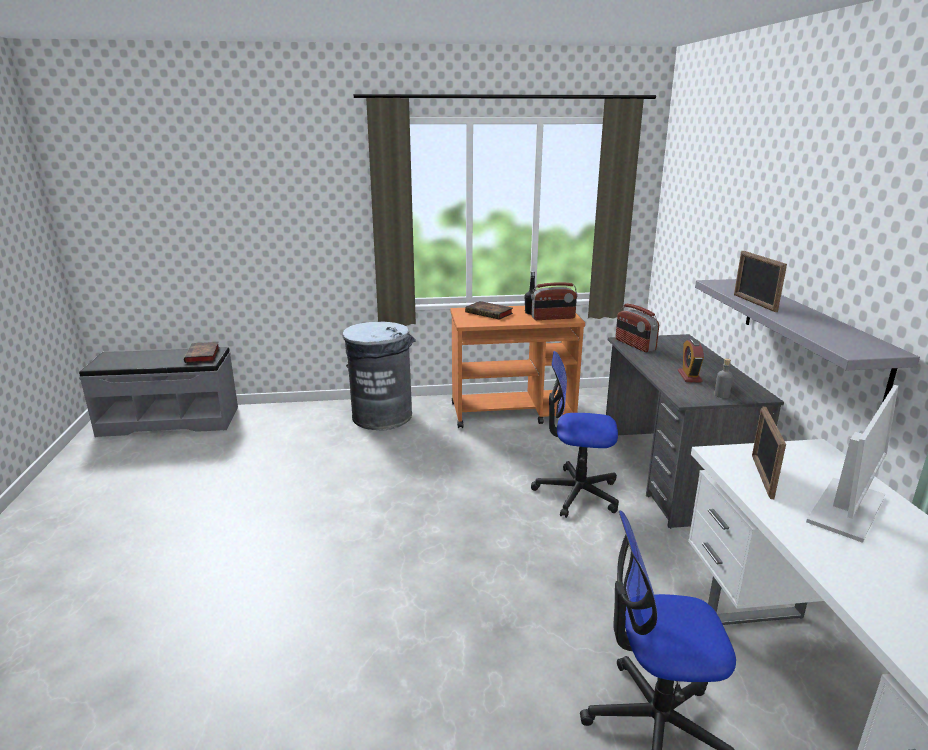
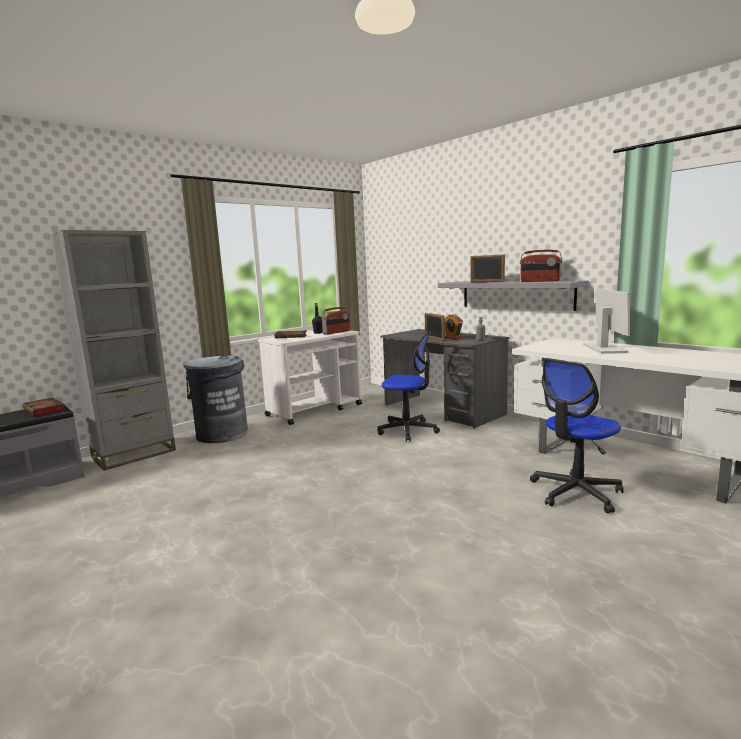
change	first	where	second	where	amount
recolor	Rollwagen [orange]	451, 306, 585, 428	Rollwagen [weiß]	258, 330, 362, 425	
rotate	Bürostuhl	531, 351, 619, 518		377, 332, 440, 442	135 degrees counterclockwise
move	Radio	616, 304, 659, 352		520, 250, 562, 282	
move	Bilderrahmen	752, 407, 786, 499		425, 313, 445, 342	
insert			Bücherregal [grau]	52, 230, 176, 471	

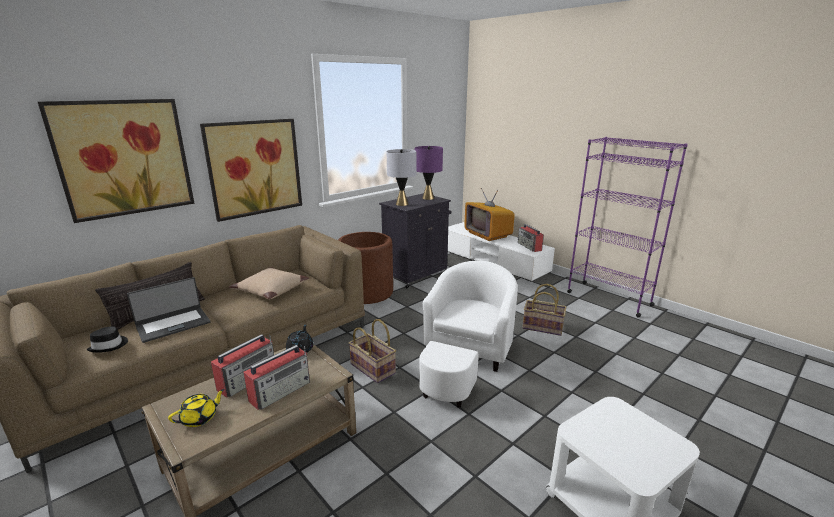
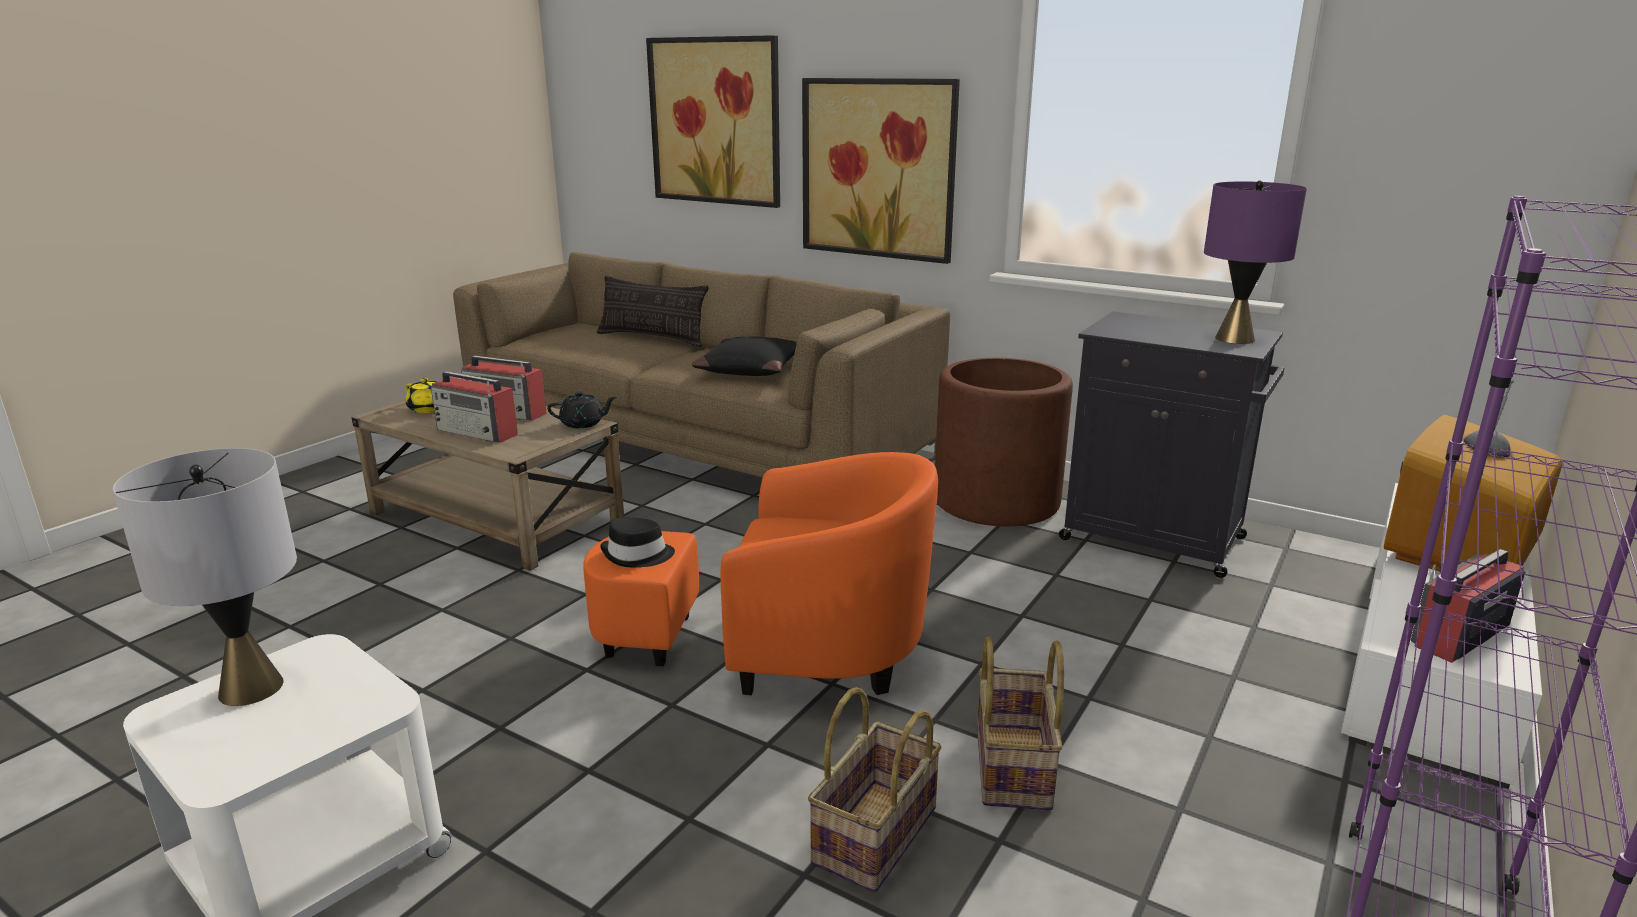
change	first	where	second	where	amount
move	Hut [schwarz]	86, 326, 128, 353		600, 517, 675, 567	
delete	Laptop	127, 277, 210, 343			
recolor	Kissen [beige]	229, 267, 309, 300	Kissen [schwarz]	692, 336, 797, 376	
move	Korb	349, 319, 396, 383		808, 687, 941, 892	
move	Tischlampe [grau]	386, 149, 416, 206		113, 448, 297, 706	
recolor	Sessel [weiß]	419, 261, 518, 407	Sessel [orange]	583, 452, 938, 695	

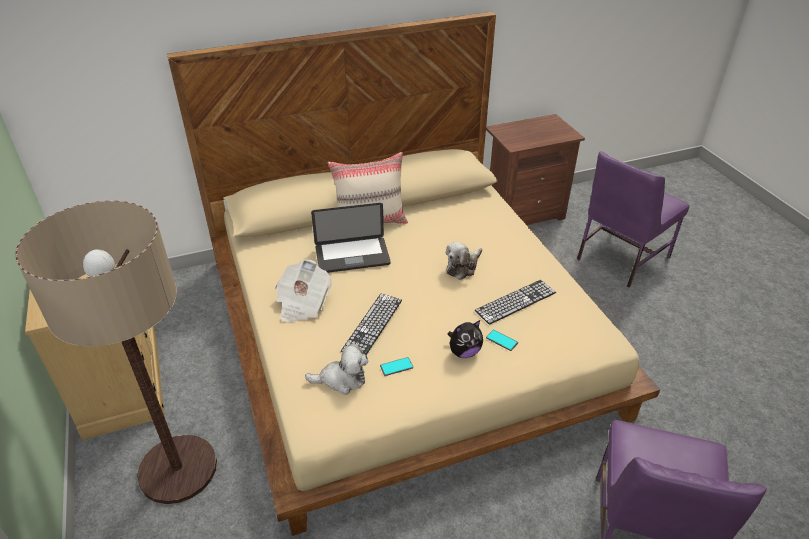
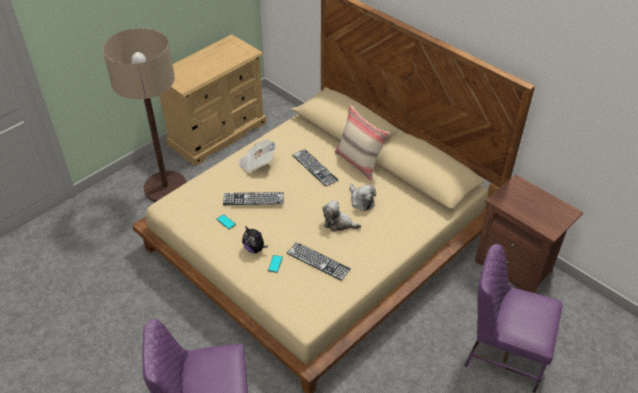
change	first	where	second	where	amount
move	Plüschtier	305, 344, 368, 395		350, 184, 376, 211	
replace	Laptop	311, 203, 391, 273	Tastatur	292, 149, 338, 186	

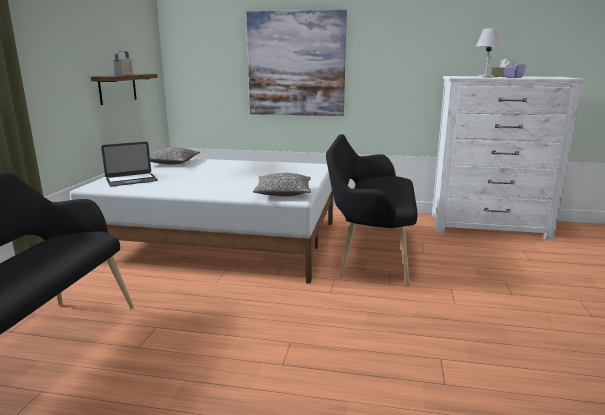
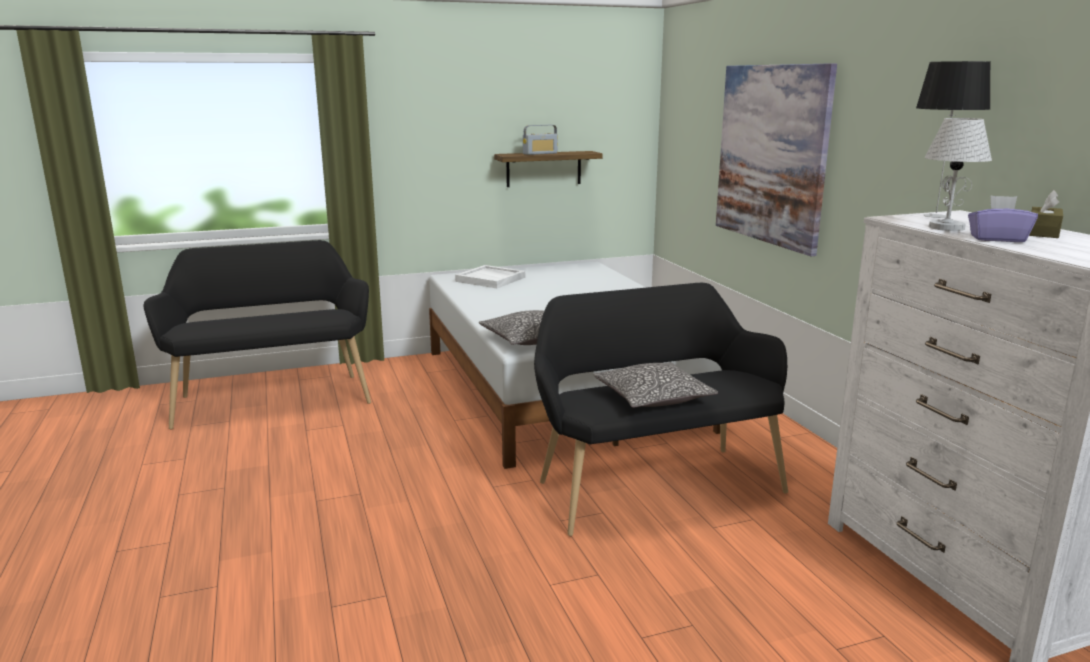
change	first	where	second	where	amount
replace	Laptop	101, 142, 158, 186	Tablett [weiß]	455, 265, 525, 288	
move	Kissen	150, 147, 200, 165		593, 362, 718, 408	
insert			Tischlampe	916, 61, 990, 218	

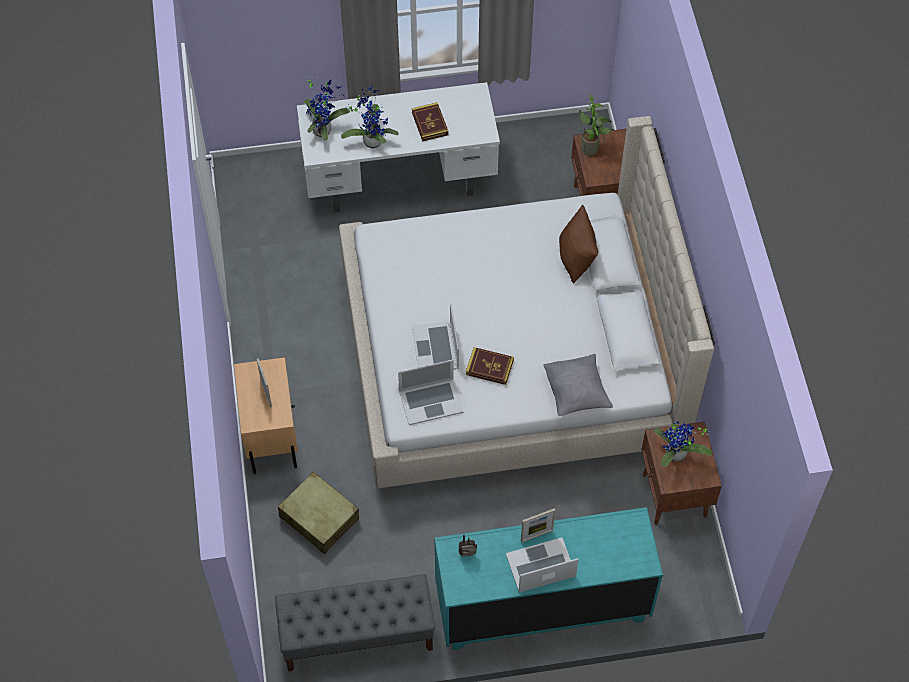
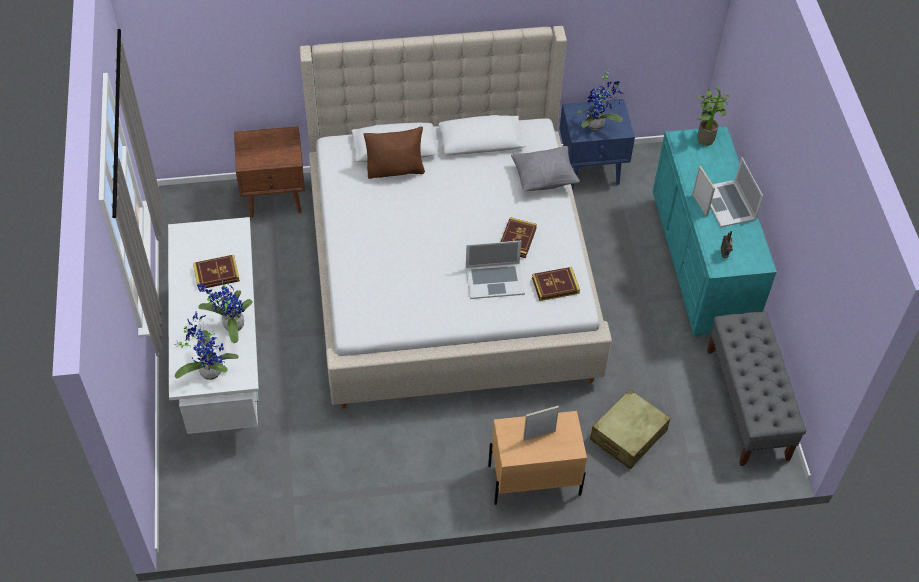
change	first	where	second	where	amount
replace	Laptop	398, 360, 464, 425	Buch	532, 267, 580, 301	
move	Topfpflanze	579, 94, 614, 156		696, 87, 728, 146	
recolor	Nachttisch [braun]	642, 421, 722, 525	Nachttisch [blau]	560, 99, 635, 189	

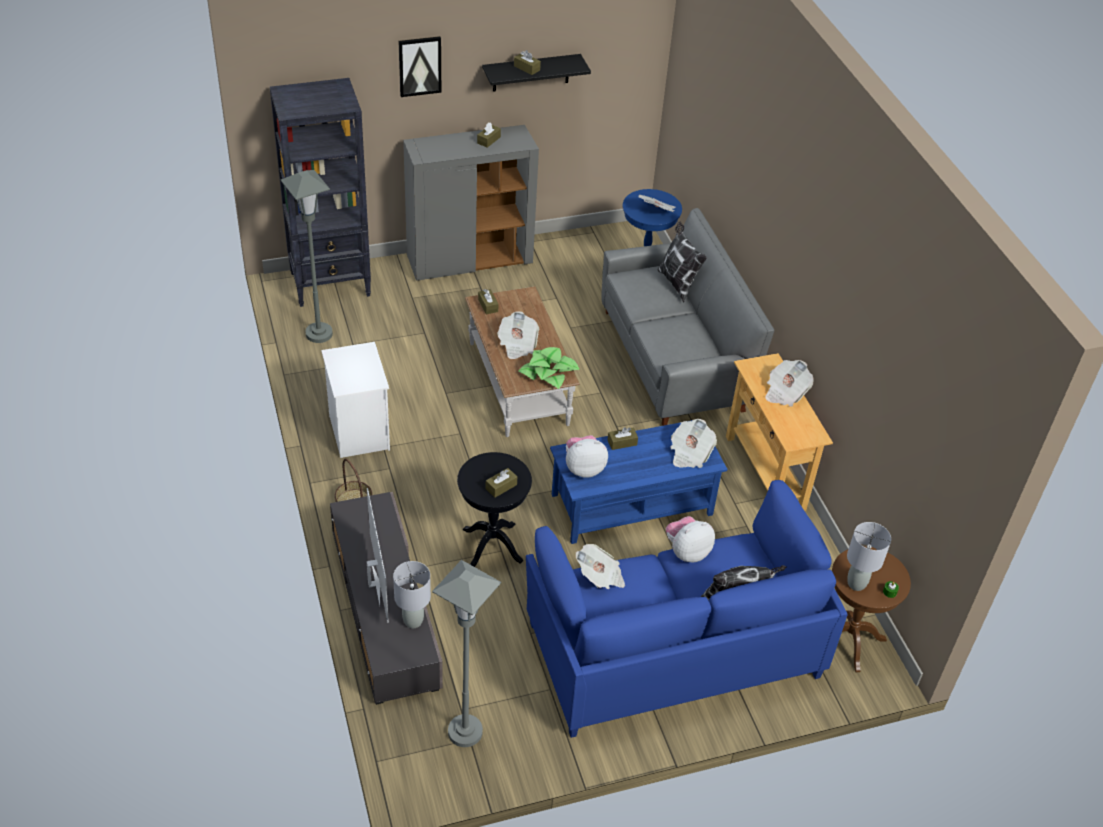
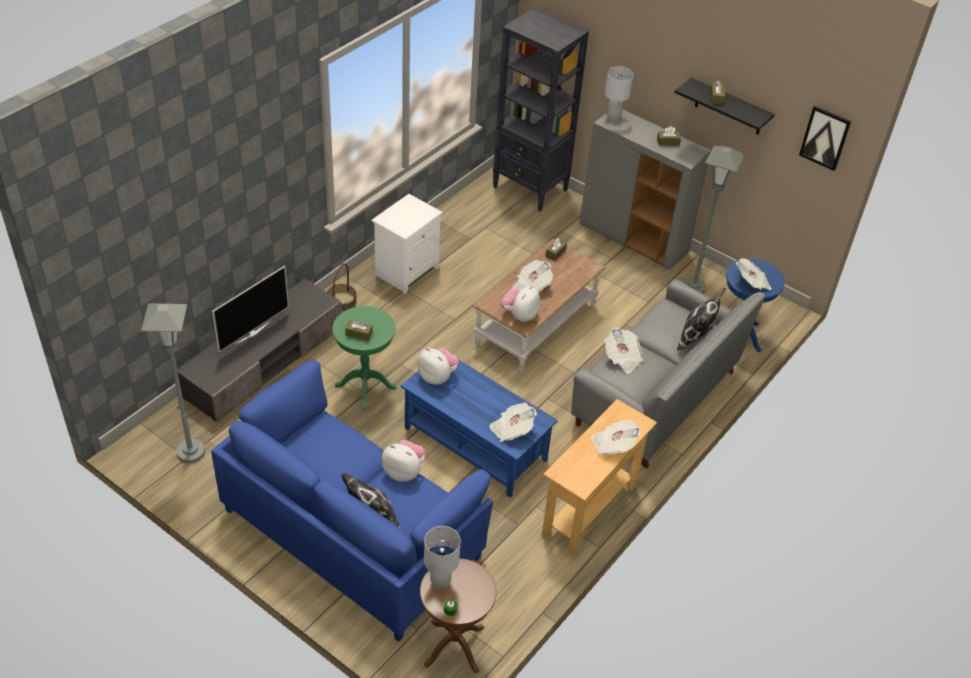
change	first	where	second	where	amount
move	Stehlampe [grau]	281, 170, 333, 343		683, 146, 745, 294	
move	Tischlampe [grau]	393, 561, 431, 628		605, 67, 633, 122	
move	Bild	399, 36, 441, 97		799, 106, 851, 171	
recolor	Beistelltisch [schwarz]	457, 452, 532, 567	Beistelltisch [grün]	332, 306, 396, 410	
replace	Topfpflanze	519, 347, 580, 389	Plüschtier	501, 285, 540, 322	
move	Zeitung	576, 544, 625, 589		605, 327, 643, 374	
delete	Taschentuchbox [braun]	607, 427, 638, 450			

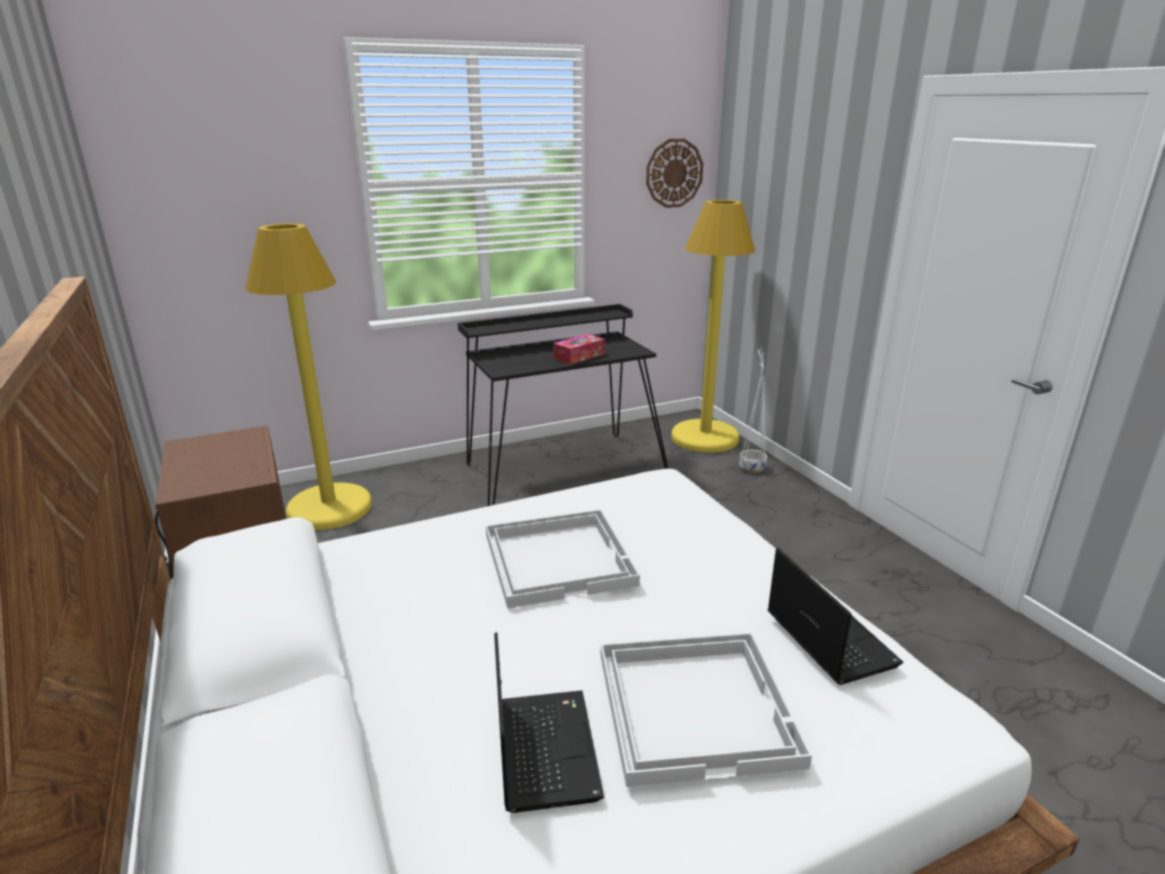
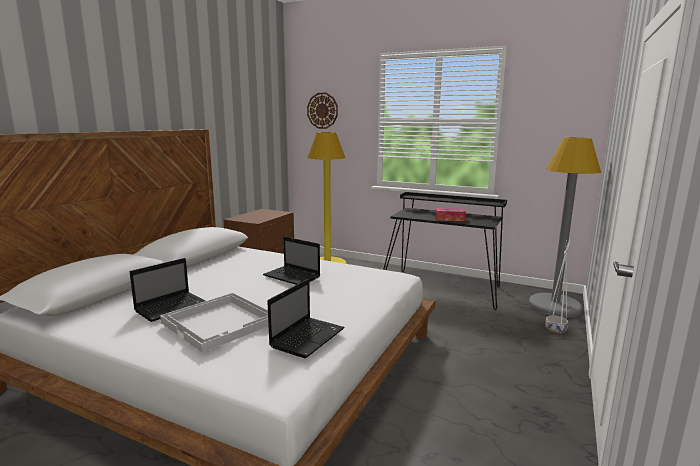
change	first	where	second	where	amount
replace	Tablett [weiß]	486, 510, 640, 609	Laptop	263, 236, 320, 285	
move	Wanduhr	646, 139, 703, 208		307, 93, 338, 129	
recolor	Stehlampe [gelb]	671, 200, 755, 453	Stehlampe [grau]	529, 137, 601, 317	

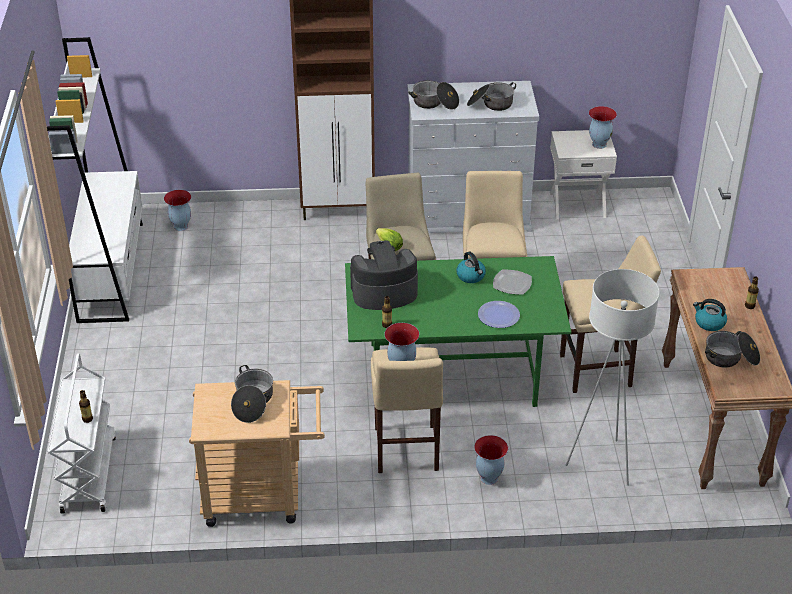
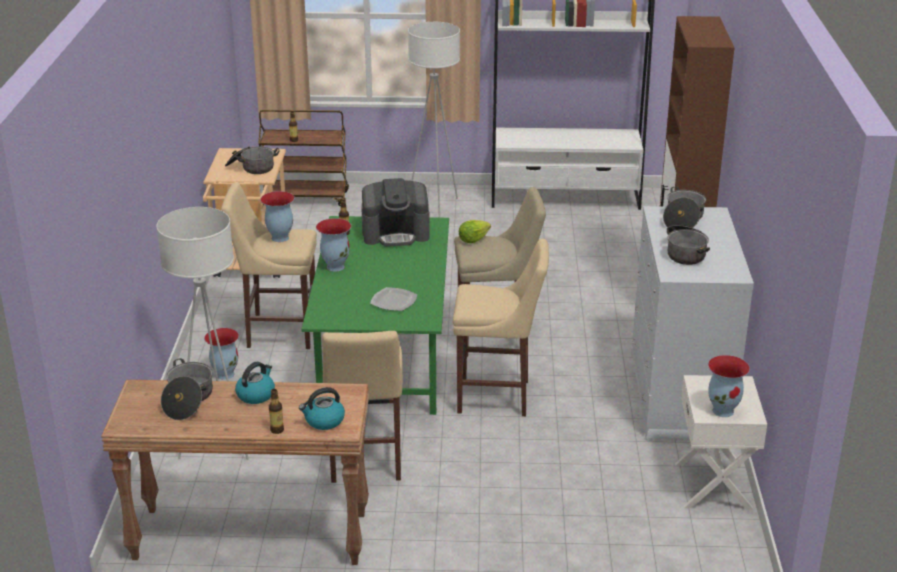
change	first	where	second	where	amount
recolor	Rollwagen [weiß]	48, 354, 116, 514	Rollwagen [braun]	258, 110, 349, 206	
move	Vase	164, 190, 191, 231		316, 218, 351, 272	
rotate	Kaffeemaschine	350, 241, 418, 310		361, 178, 430, 247	90 degrees clockwise
move	Wasserkessel	456, 251, 486, 283		299, 387, 345, 430	
delete	Teller	478, 301, 520, 328			
insert			Stehlampe [weiß]	408, 22, 460, 218	

